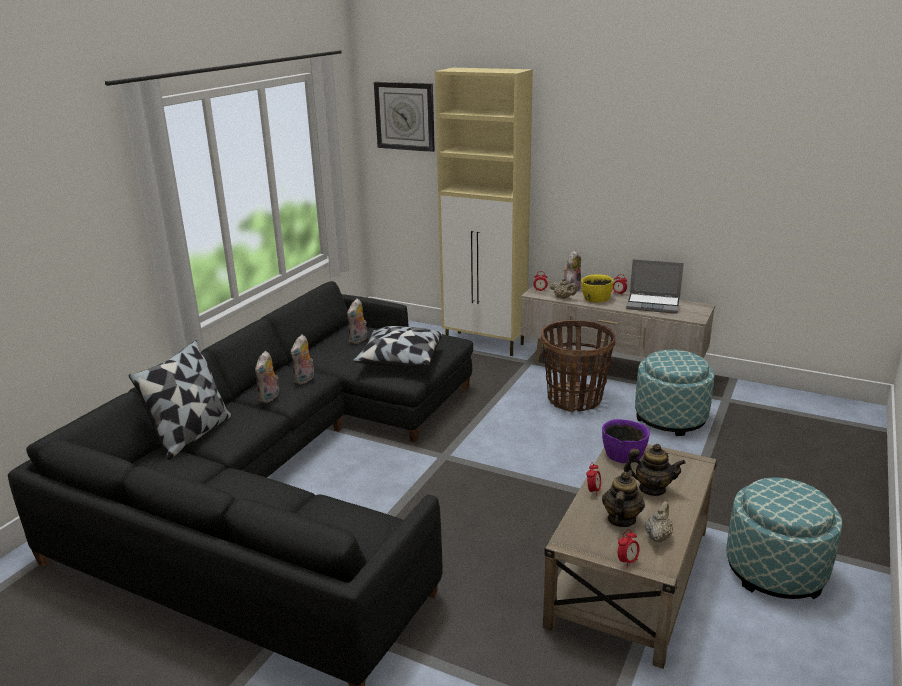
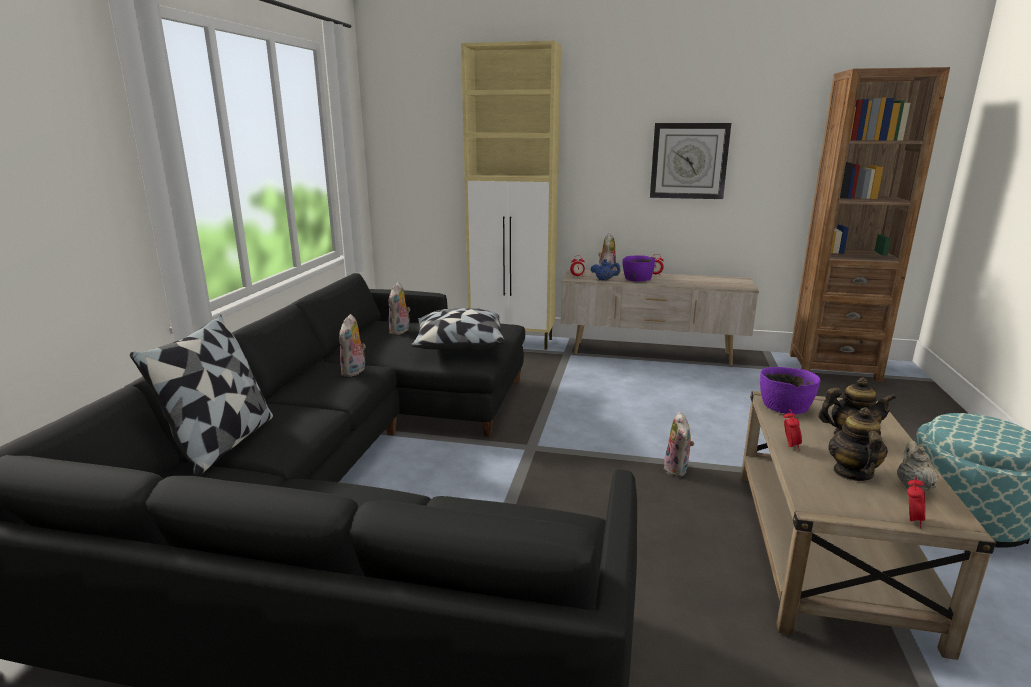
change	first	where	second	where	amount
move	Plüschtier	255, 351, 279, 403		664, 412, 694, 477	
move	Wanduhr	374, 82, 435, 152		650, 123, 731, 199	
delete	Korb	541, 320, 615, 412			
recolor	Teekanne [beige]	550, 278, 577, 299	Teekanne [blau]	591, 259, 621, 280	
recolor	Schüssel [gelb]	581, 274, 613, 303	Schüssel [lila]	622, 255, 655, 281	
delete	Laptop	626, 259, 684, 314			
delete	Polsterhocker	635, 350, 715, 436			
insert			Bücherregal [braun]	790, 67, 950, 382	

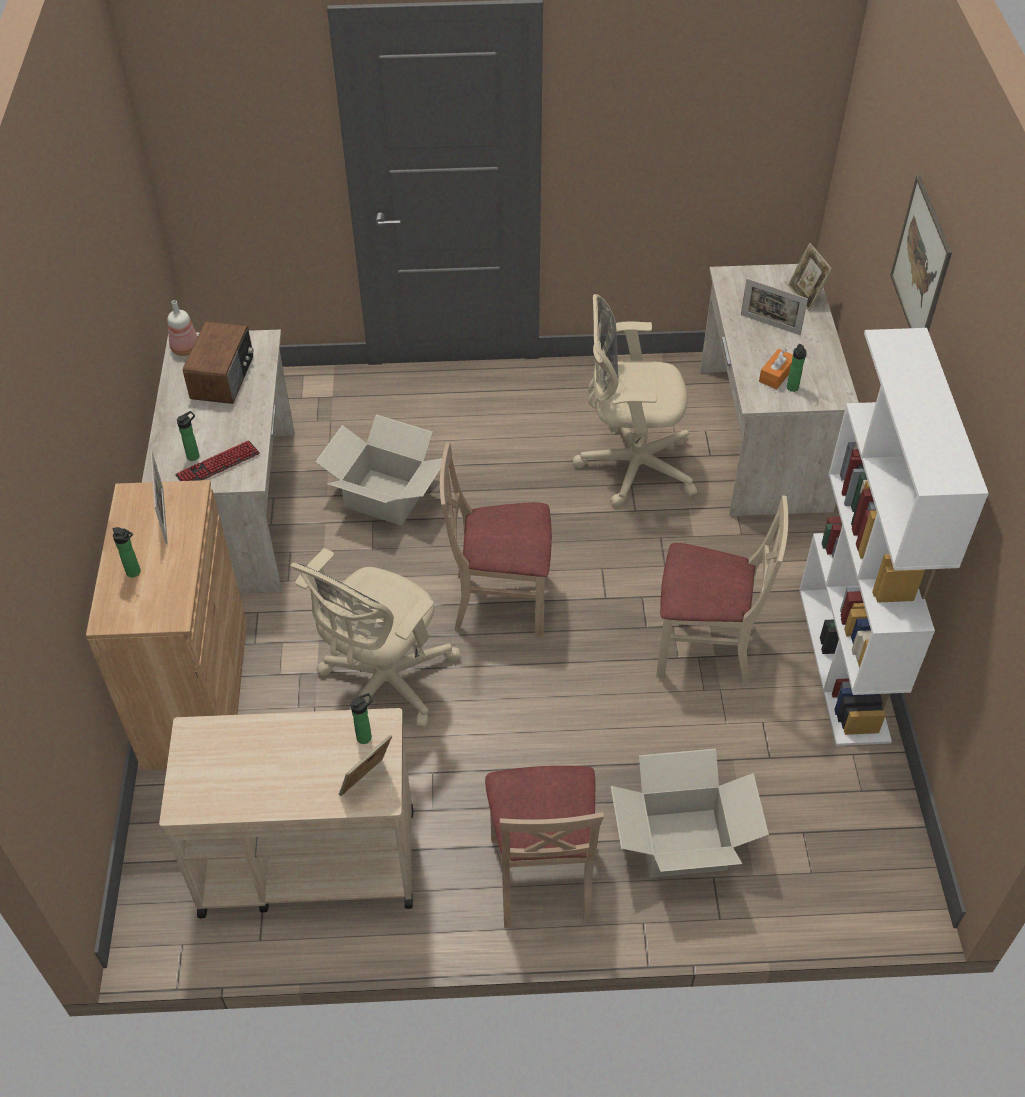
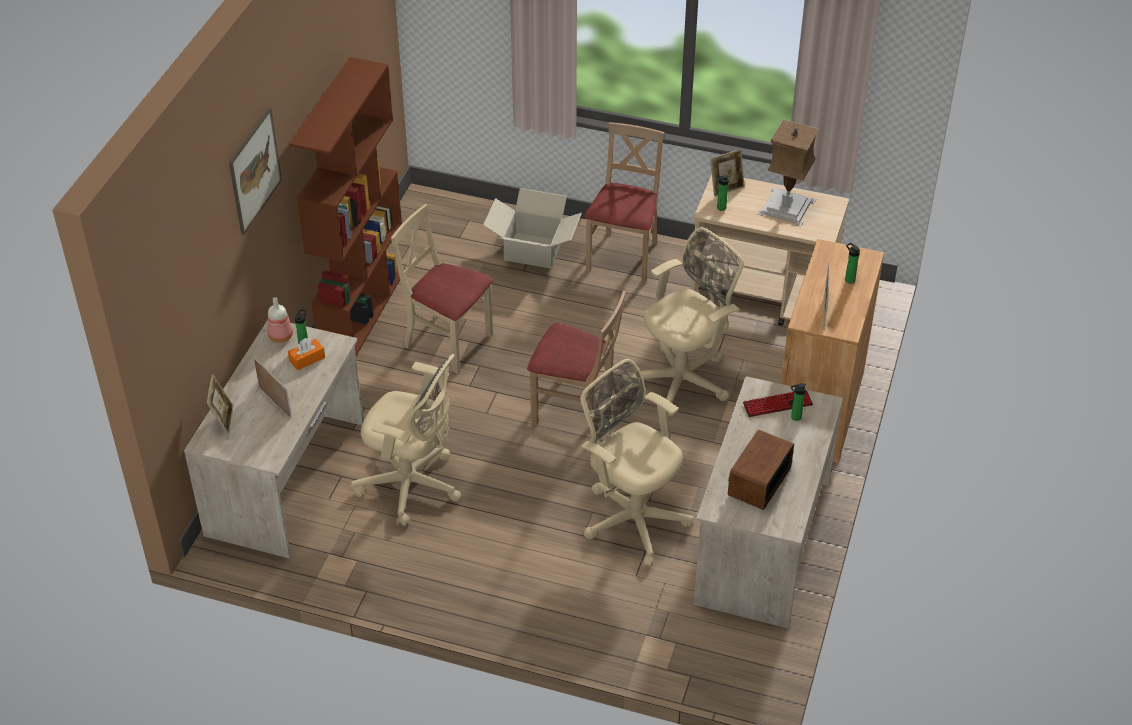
change	first	where	second	where	amount
move	Flasche	167, 300, 198, 356		268, 297, 293, 343	
replace	Karton	316, 414, 442, 526	Bürostuhl [beige]	581, 359, 694, 567	
recolor	Bücherregal [weiß]	799, 328, 989, 746	Bücherregal [braun]	289, 57, 405, 356	
insert			Tischlampe	757, 119, 819, 227	

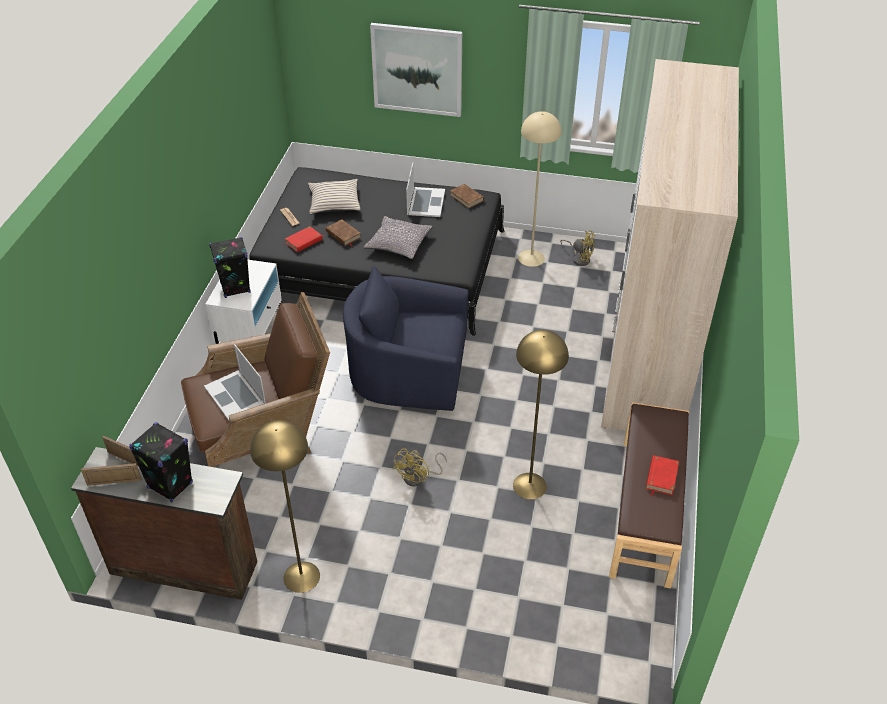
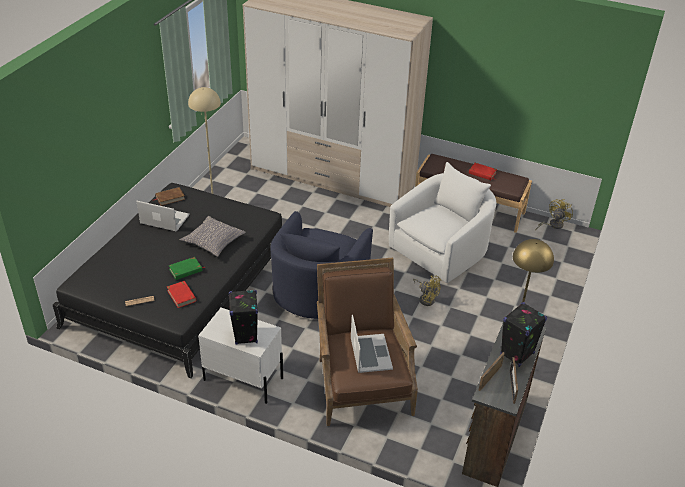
change	first	where	second	where	amount
rotate	Laptop	204, 344, 266, 420		351, 315, 393, 373	75 degrees counterclockwise
delete	Kissen [beige]	308, 179, 361, 214			
recolor	Buch [braun]	326, 219, 361, 247	Buch [grün]	169, 257, 206, 280	
delete	Bild	370, 23, 462, 117			
replace	Stehlampe [gelb]	513, 330, 569, 499	Sessel [weiß]	388, 162, 496, 283	
move	Ventilator [gelb]	560, 230, 595, 266		535, 199, 573, 231	

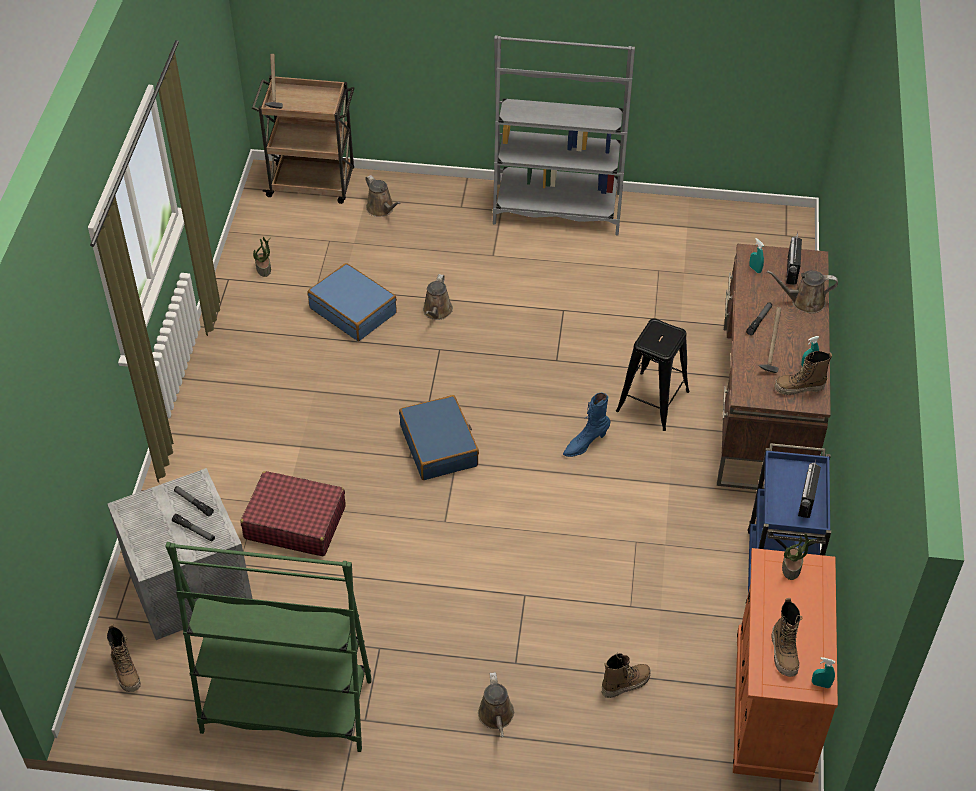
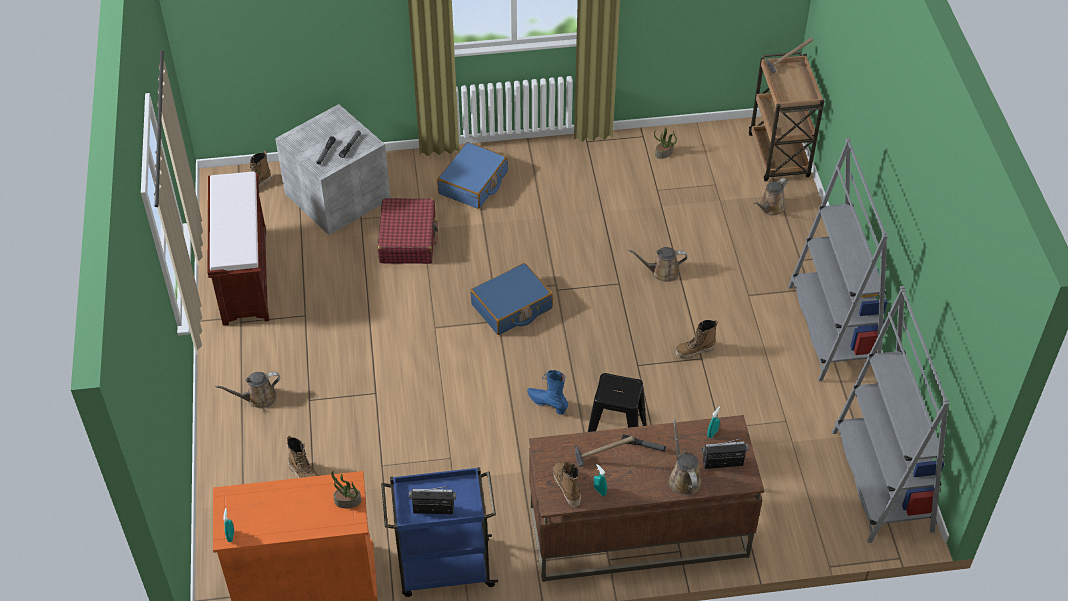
change	first	where	second	where	amount
replace	Bücherregal [grün]	165, 542, 372, 752	Bank [braun]	208, 172, 269, 326	
move	Koffer [blau]	308, 263, 397, 341		437, 142, 508, 209	
move	Stiefel	771, 598, 803, 677		675, 320, 718, 359	
insert			Bücherregal [grau]	832, 286, 949, 543	

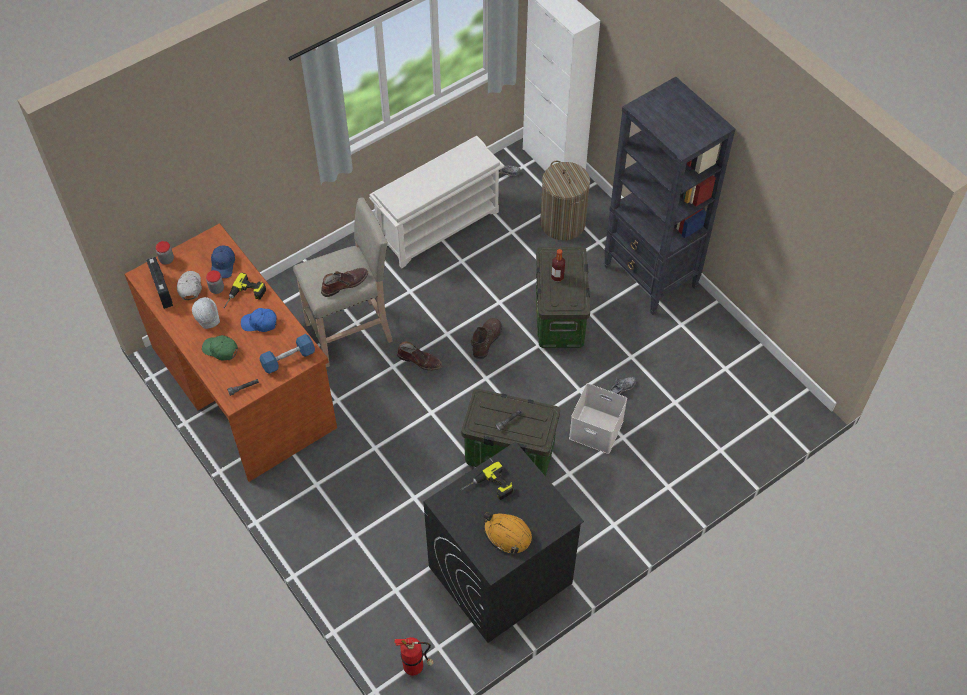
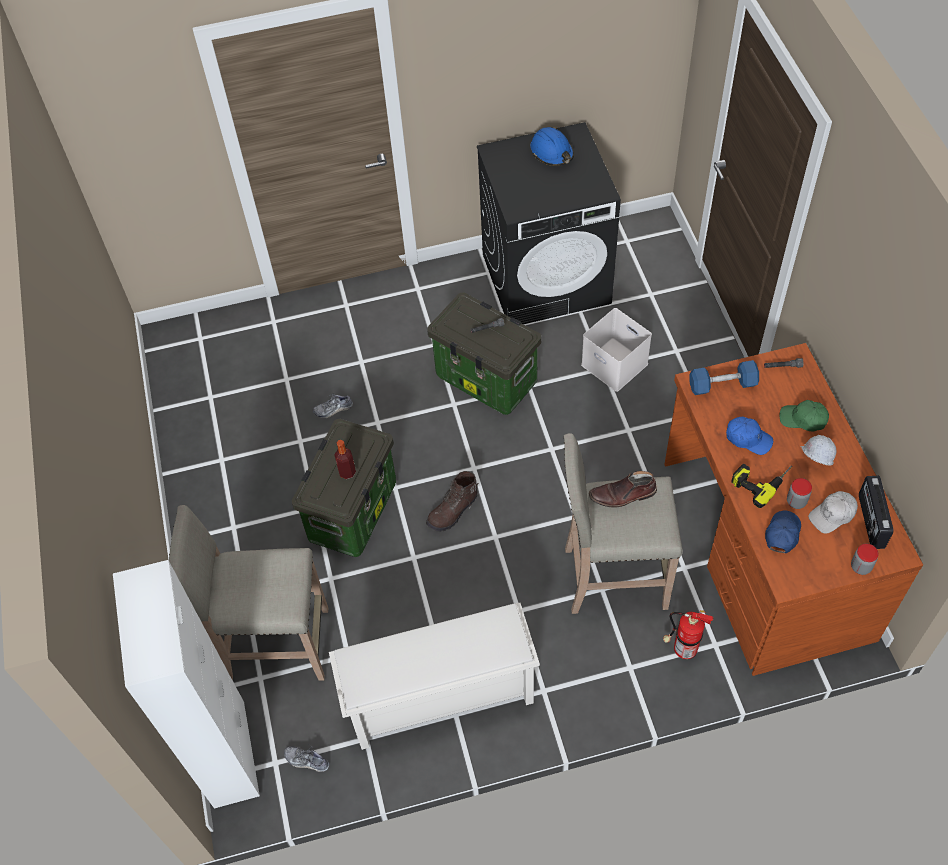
change	first	where	second	where	amount
rotate	Kappe [weiß]	177, 271, 202, 300		808, 491, 858, 534	45 degrees clockwise
rotate	Kappe [grün]	202, 335, 238, 360		780, 400, 829, 431	150 degrees clockwise
move	Feuerlöscher	394, 637, 434, 676		663, 611, 713, 659	
delete	Stiefel [braun]	397, 341, 442, 371			
delete	Bohrmaschine	461, 461, 513, 500			
recolor	Schutzhelm [orange]	483, 512, 532, 554	Schutzhelm [blau]	531, 127, 574, 166	
replace	Wäschekorb	540, 160, 590, 240	Hocker [beige]	169, 505, 328, 681	
move	Aufbewahrungsbox [weiß]	569, 383, 627, 454		581, 308, 652, 392	
delete	Bücherregal [schwarz]	604, 77, 735, 315			

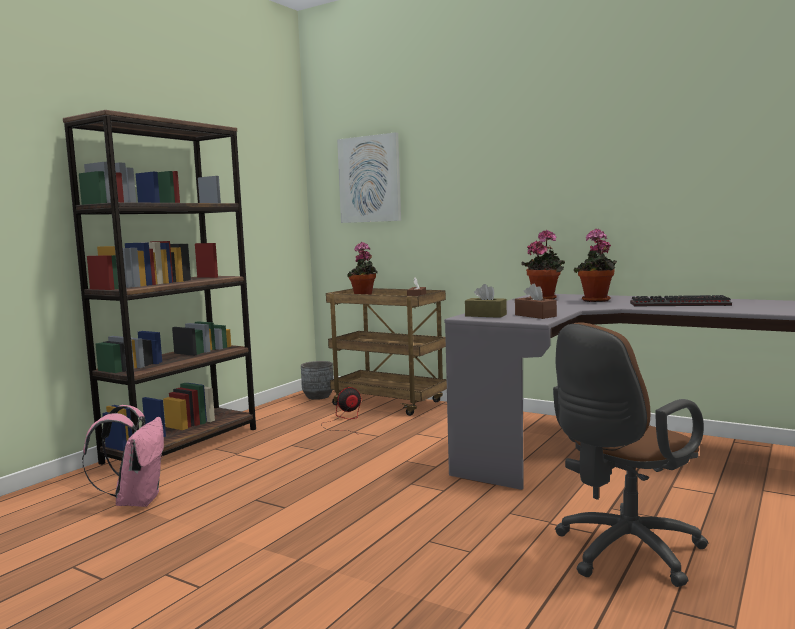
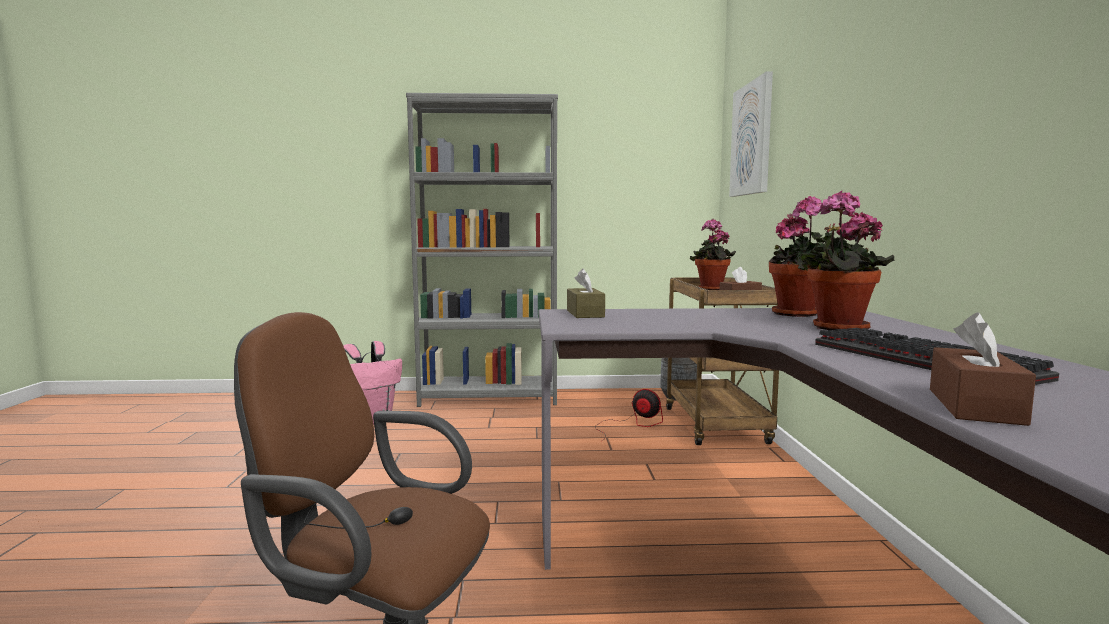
change	first	where	second	where	amount
recolor	Bücherregal [braun]	63, 110, 256, 465	Bücherregal [grau]	406, 93, 558, 407	
move	Taschentuchbox [braun]	515, 284, 557, 319		930, 312, 1036, 426	

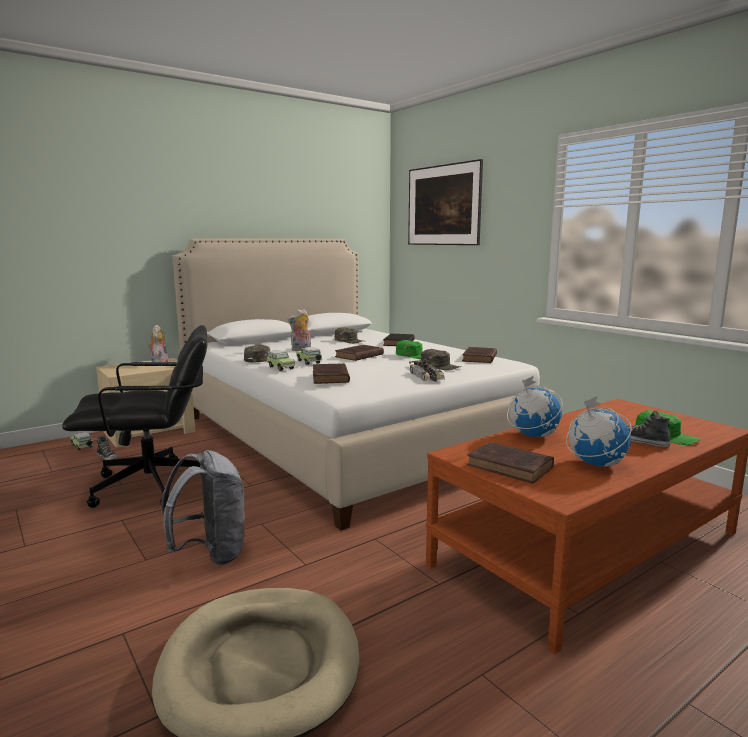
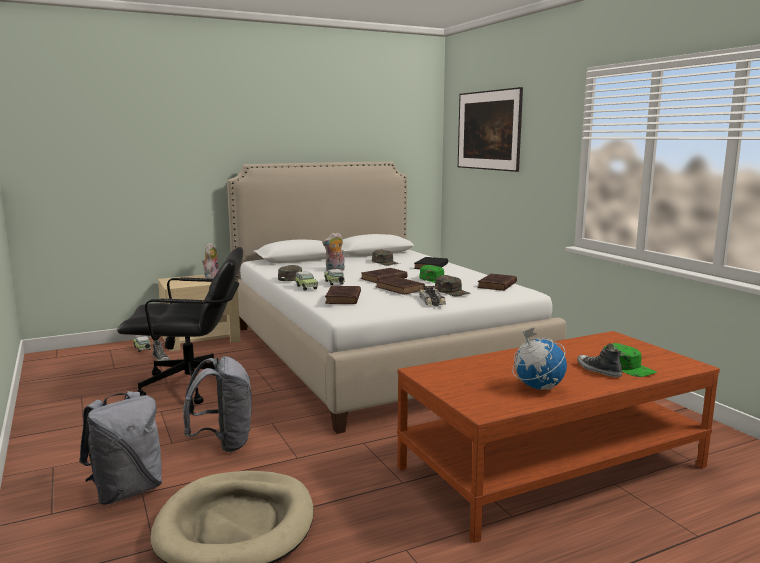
change	first	where	second	where	amount
move	Buch [braun]	467, 442, 554, 483		376, 277, 425, 295	
delete	Globus	507, 376, 563, 437			
insert			Rucksack [grau]	79, 391, 163, 505	

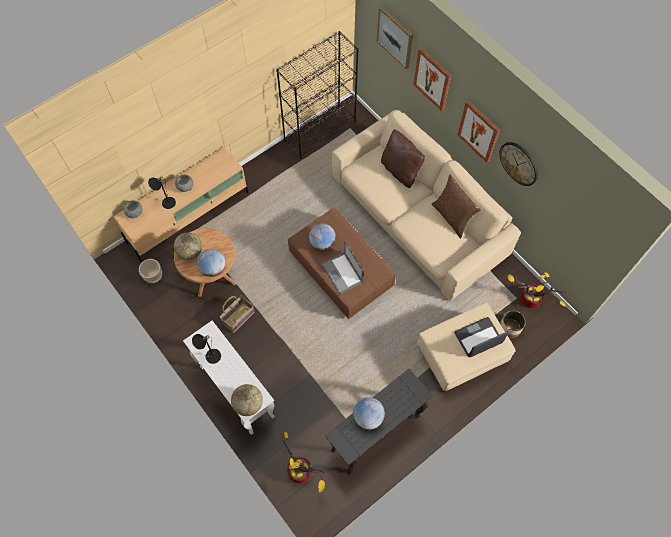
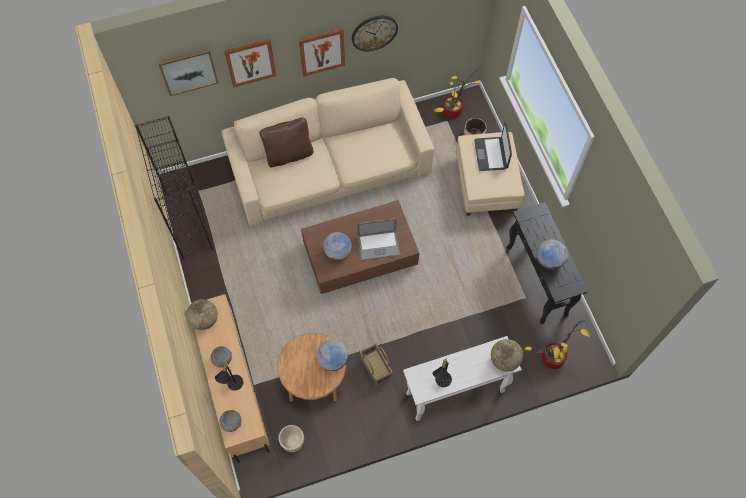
change	first	where	second	where	amount
move	Globus	174, 232, 202, 260		186, 299, 218, 330	
delete	Kissen [braun]	432, 175, 481, 239			

